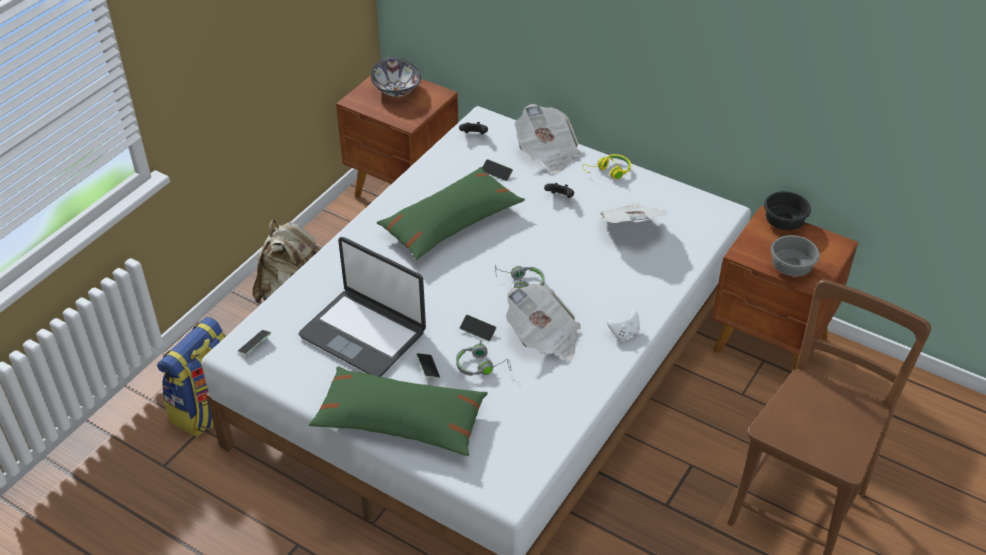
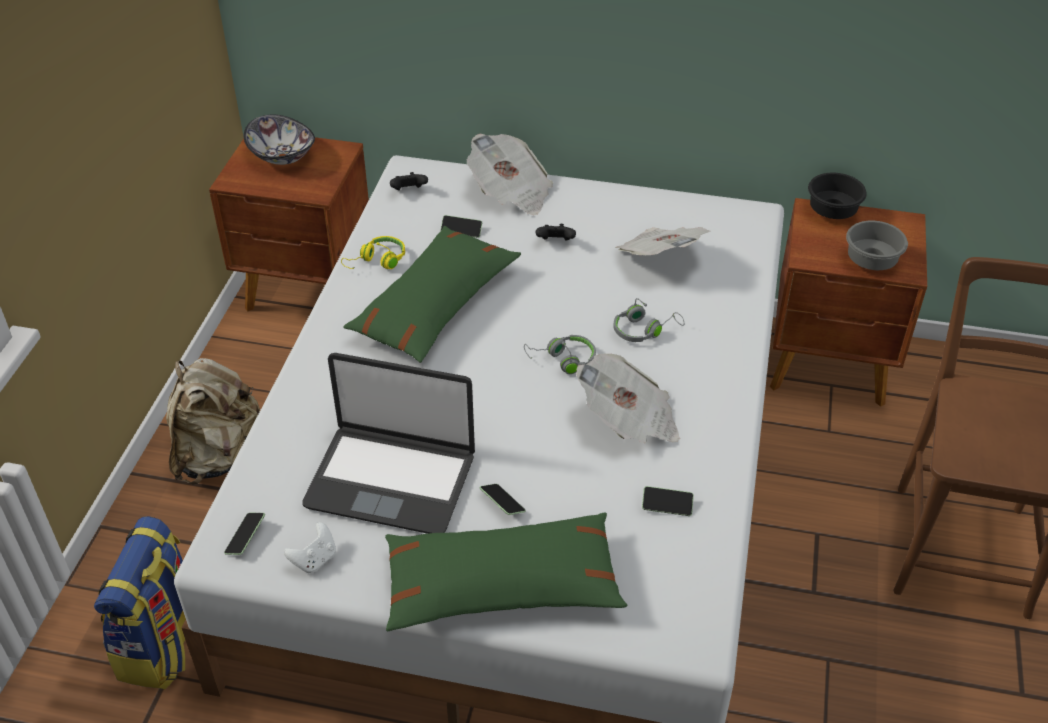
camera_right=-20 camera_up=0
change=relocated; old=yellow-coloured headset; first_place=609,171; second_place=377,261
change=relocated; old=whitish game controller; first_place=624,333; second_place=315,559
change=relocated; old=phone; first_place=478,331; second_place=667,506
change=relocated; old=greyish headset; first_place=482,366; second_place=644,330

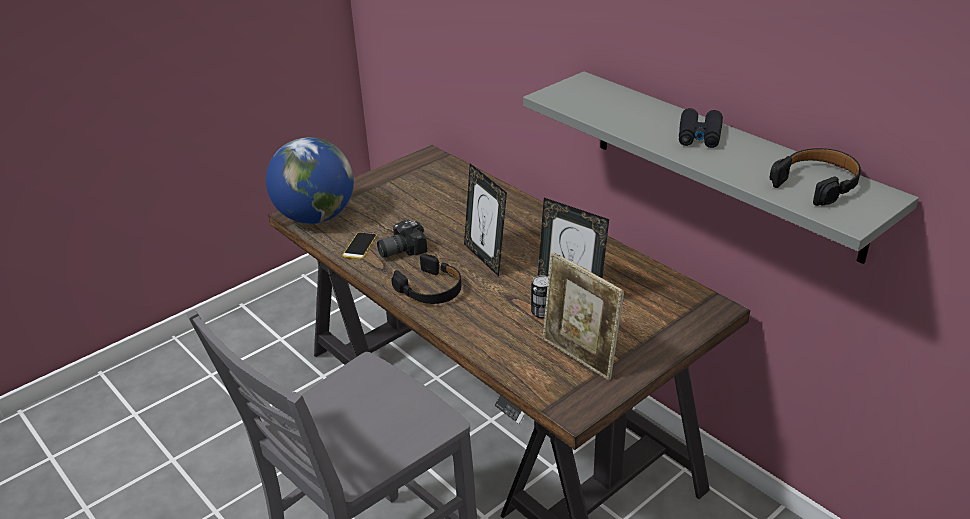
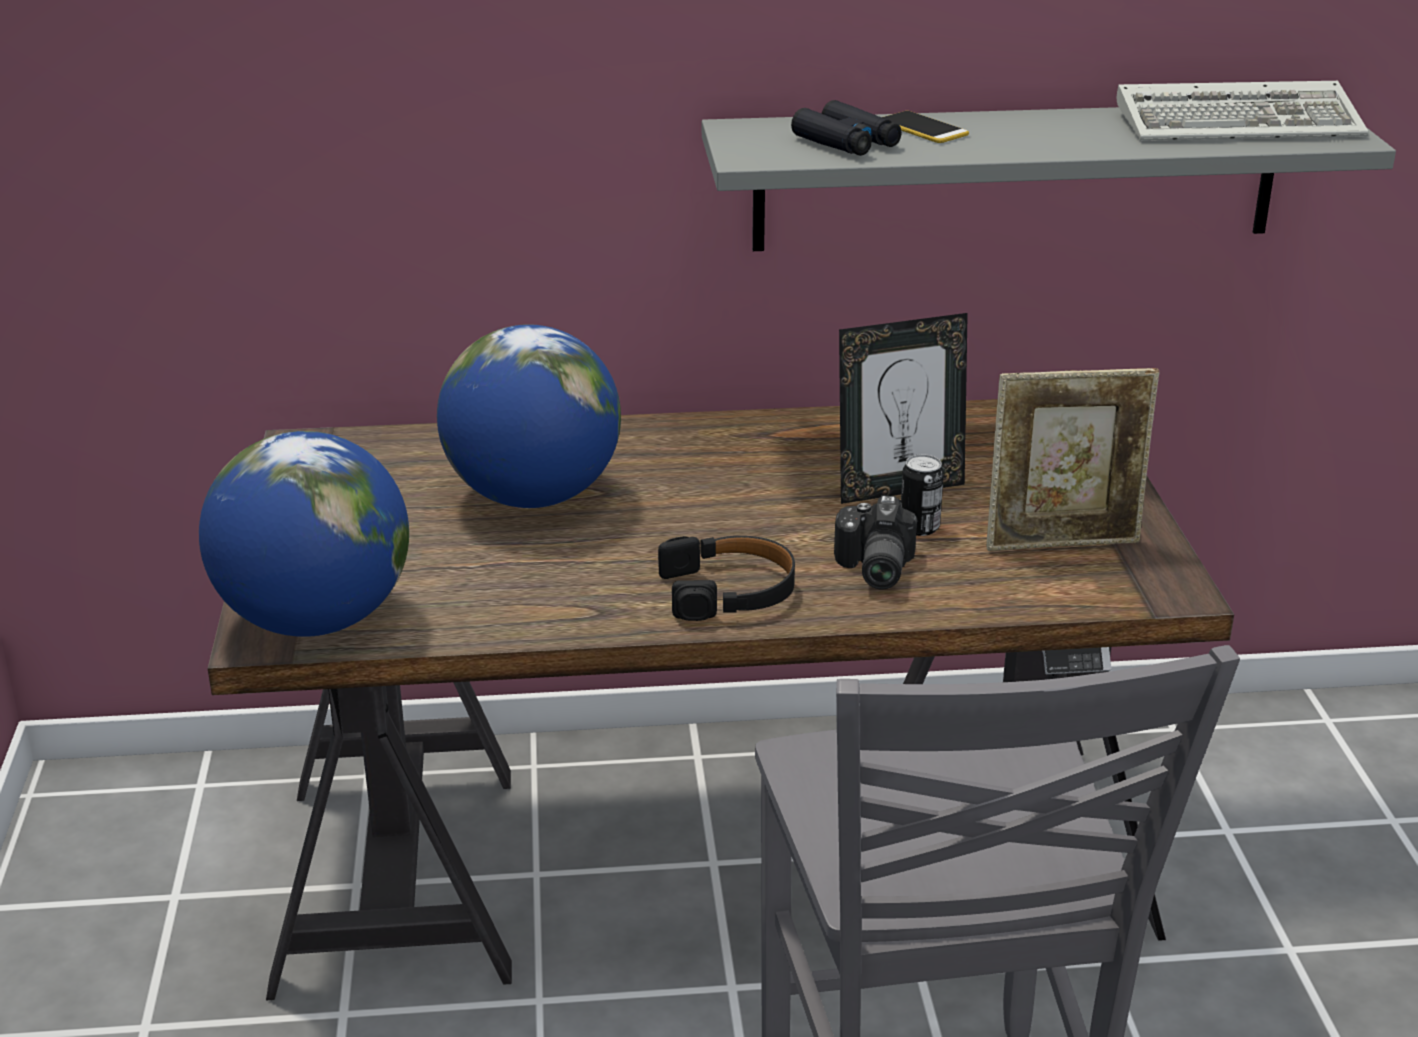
camera_right=-55 camera_up=-5
change=relocated; old=blackish pair of binoculars; first_place=699,136; second_place=846,142
change=exchanged; old=blackish headset; new=computer keyboard; first_place=817,183; second_place=1242,123
change=missing; old=picture frame; first_place=485,258
change=relocated; old=still camera; first_place=400,250; second_place=872,569
change=relocated; old=phone; first_place=360,246; second_place=922,129
change=appeared; new=desk globe; second_place=533,496

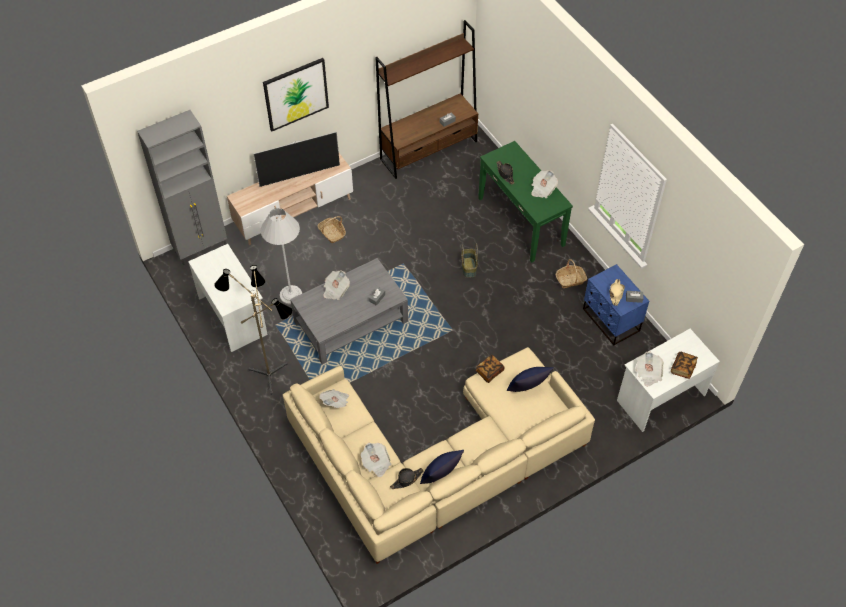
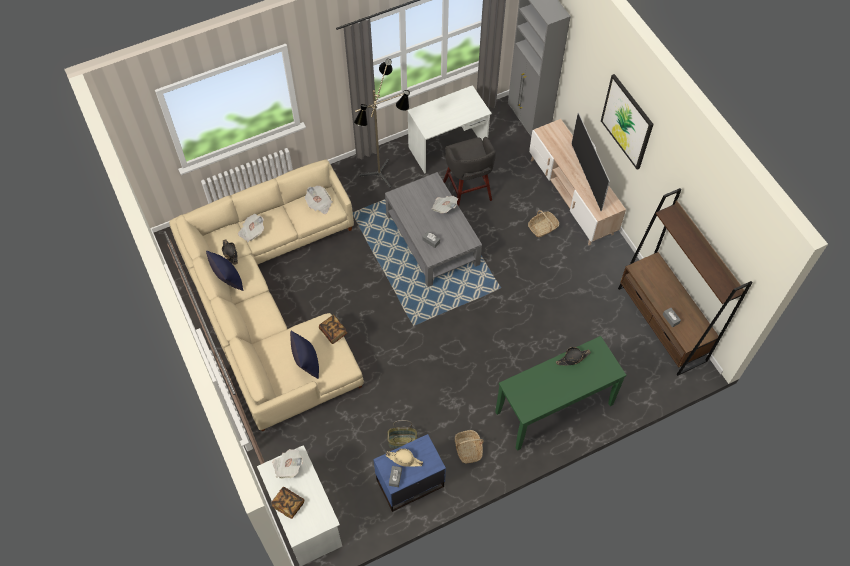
camera_right=95 camera_up=5
change=missing; old=newspaper; first_place=542,189
change=exchanged; old=whitish floor lamp; new=greyish stool; first_place=291,295; second_place=468,192
change=relocated; old=household basket; first_place=469,268; second_place=402,442

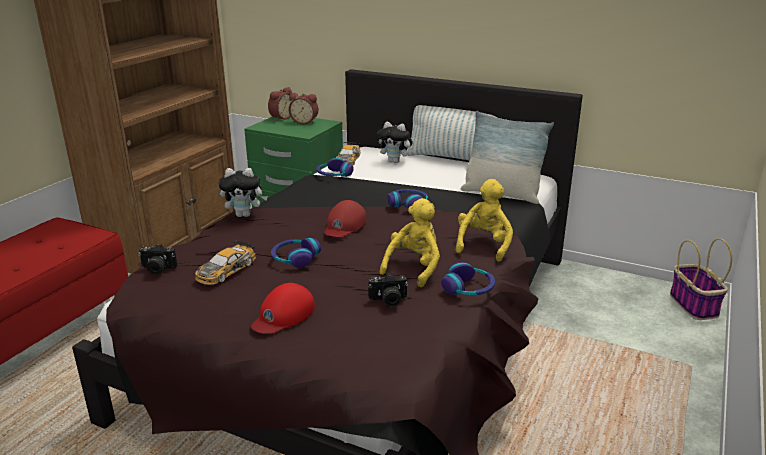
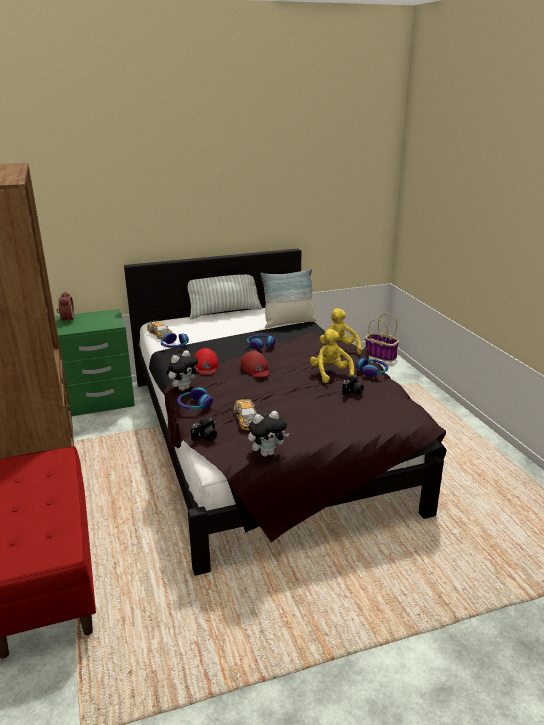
camera_right=-45 camera_up=0
change=missing; old=bedside clock; first_place=304,122
change=relocated; old=cuddly toy; first_place=395,162; second_place=267,453
change=relocated; old=headset; first_place=295,258; second_place=194,405
change=relocated; old=red-coloured cap; first_place=283,315; second_place=206,366

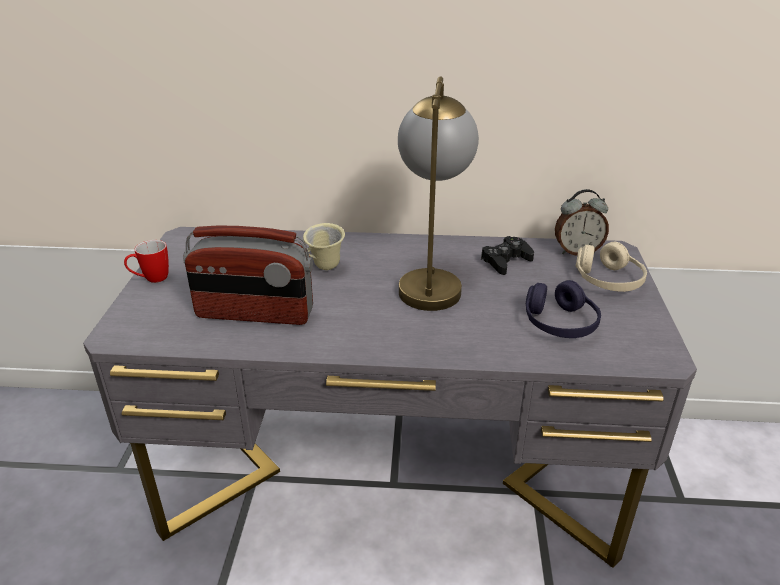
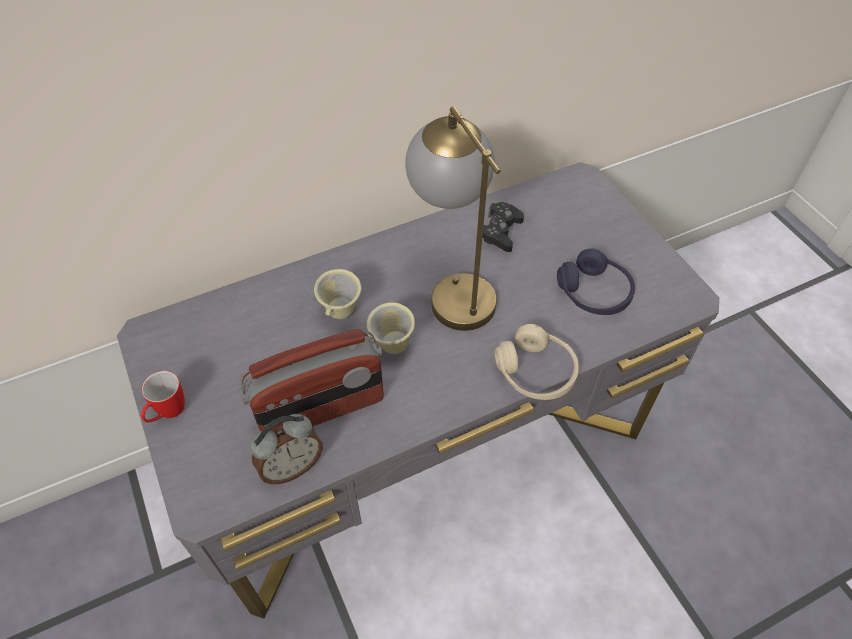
camera_right=-30 camera_up=20
change=relocated; old=bedside clock; first_place=577,251; second_place=291,466
change=relocated; old=beige headset; first_place=608,280; second_place=535,372
change=appeared; new=beige tea mug; second_place=392,348

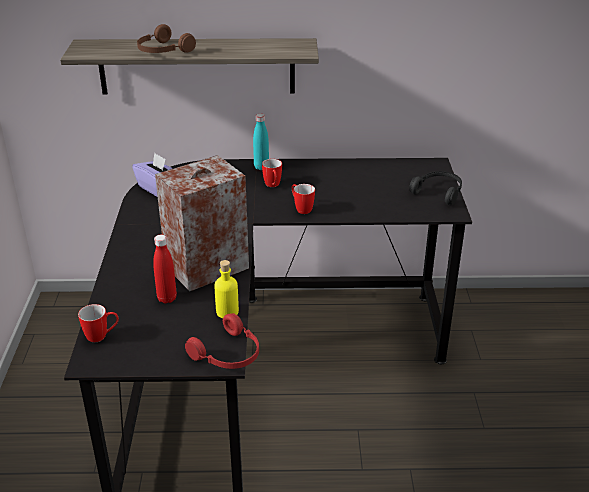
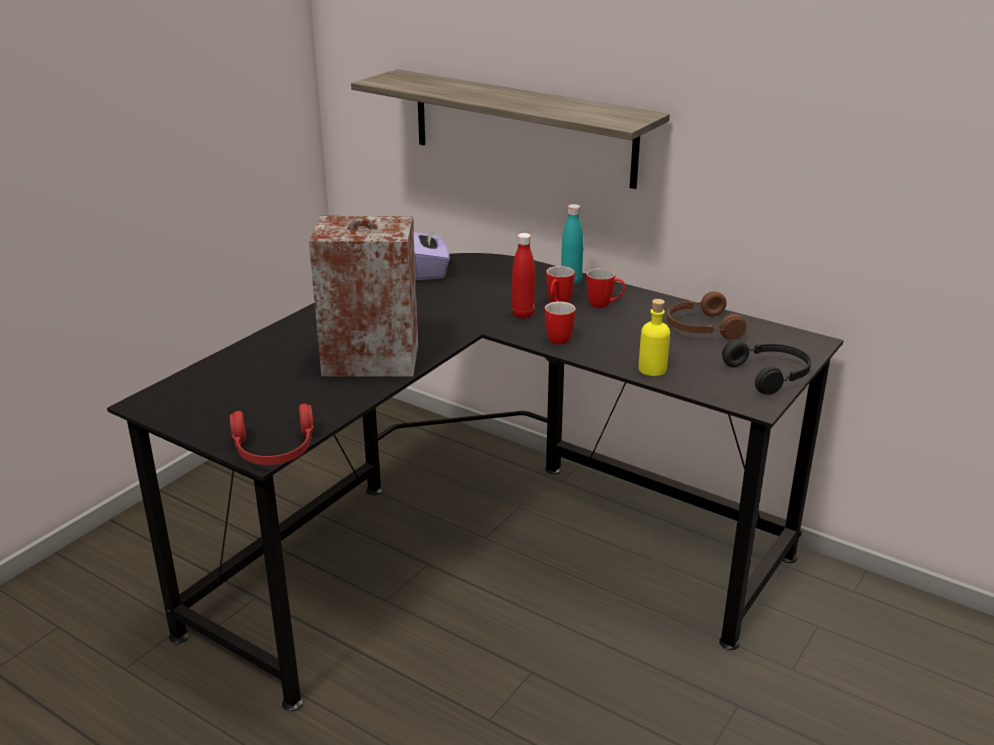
camera_right=35 camera_up=-5
change=relocated; old=brown-coloured headset; first_place=162,51; second_place=700,328
change=relocated; old=red-coloured bottle; first_place=167,298; second_place=523,314
change=relocated; old=yellow-coloured bottle; first_place=227,312; second_place=652,369
change=relocated; old=tea mug; first_place=102,336; second_place=604,305

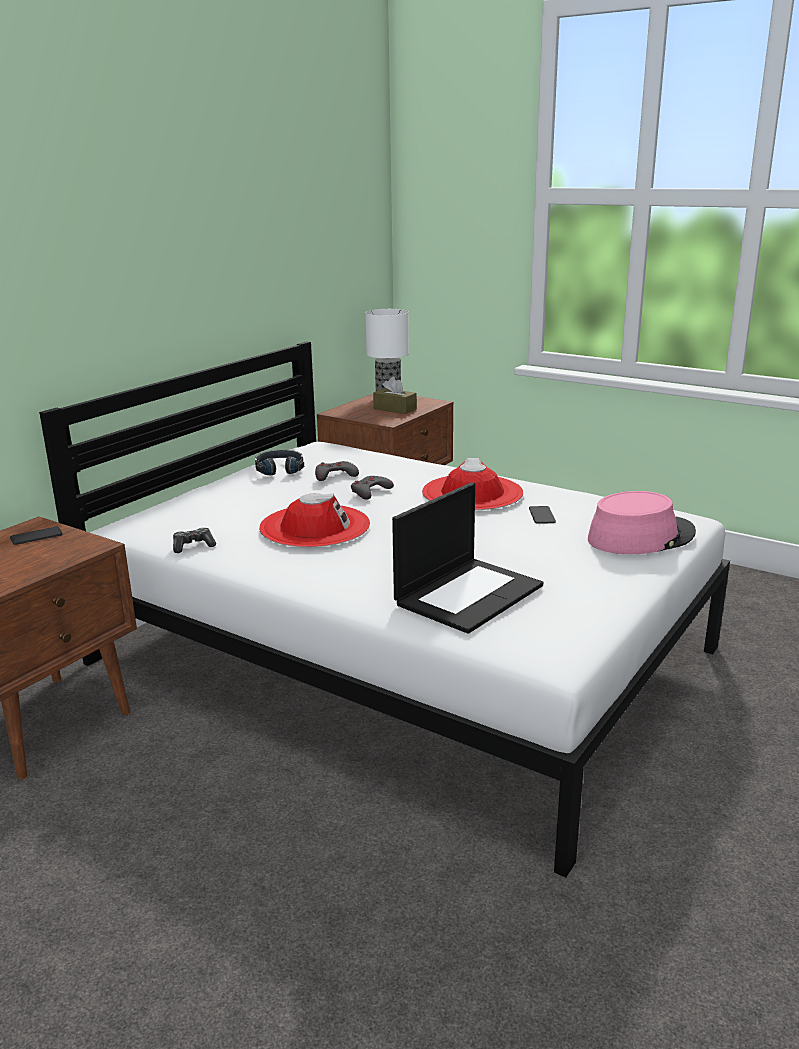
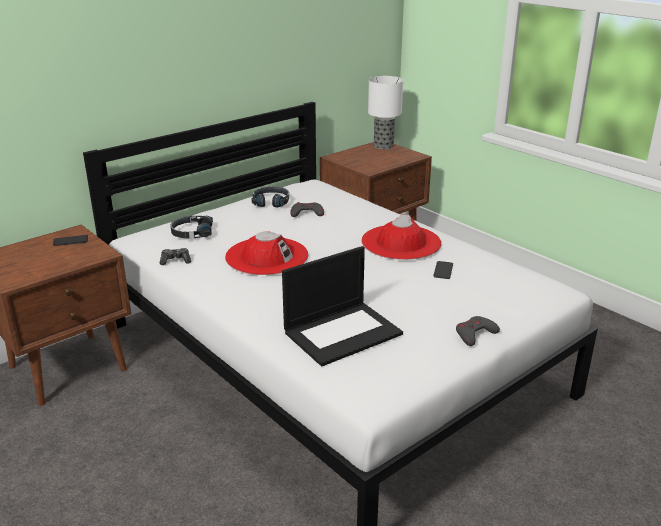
camera_right=15 camera_up=5
change=missing; old=brown-coloured tissue holder; first_place=395,409
change=relocated; old=greyish game controller; first_place=370,491; second_place=475,334
change=missing; old=pink wearable hat; first_place=640,536
change=appeared; new=blackish headset; second_place=192,233

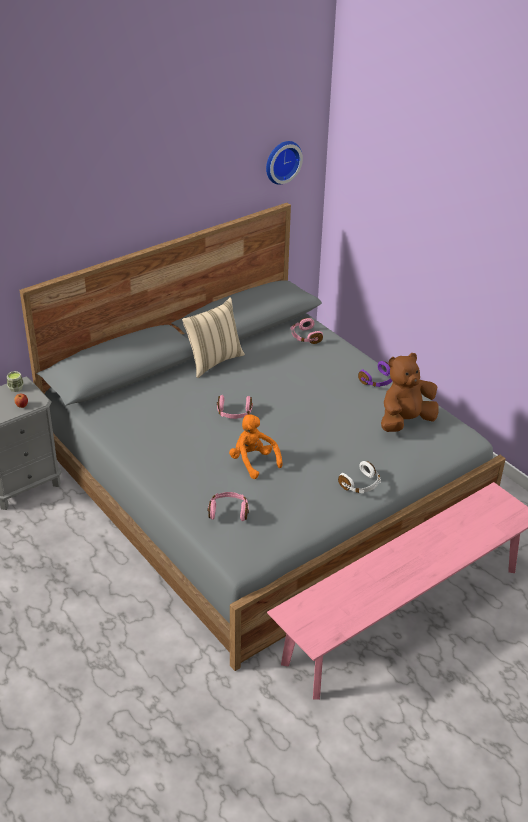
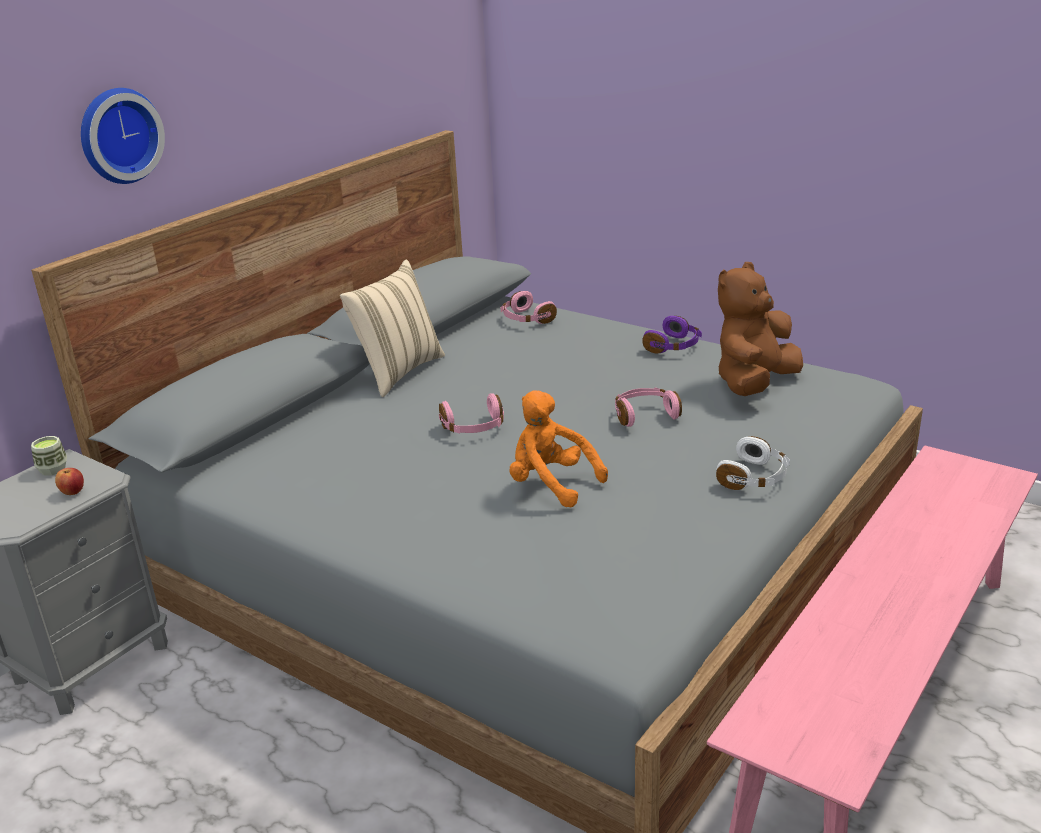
camera_right=-15 camera_up=-10
change=relocated; old=wall clock; first_place=281,161; second_place=118,135
change=relocated; old=pink headset; first_place=228,511; second_place=645,415

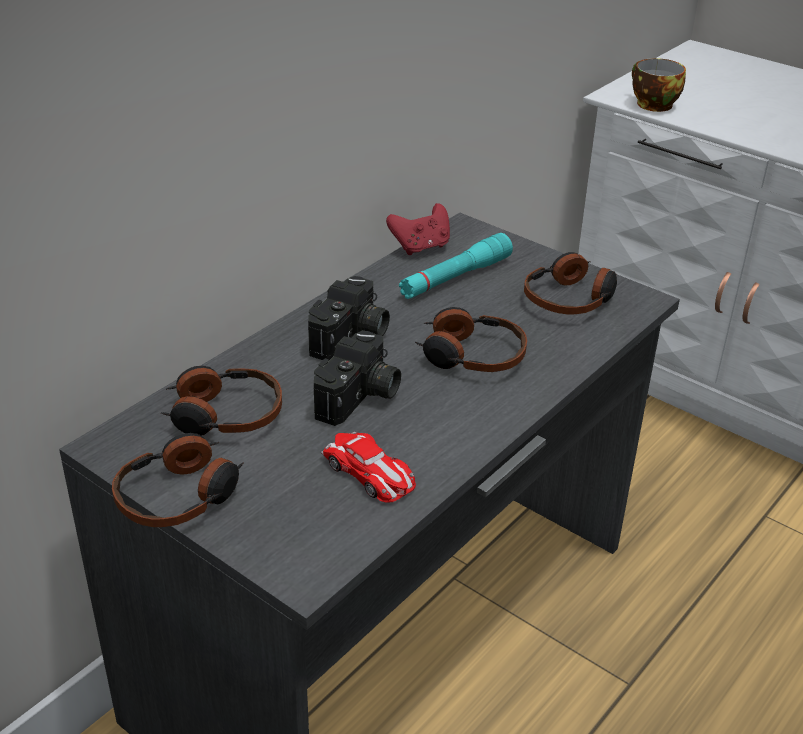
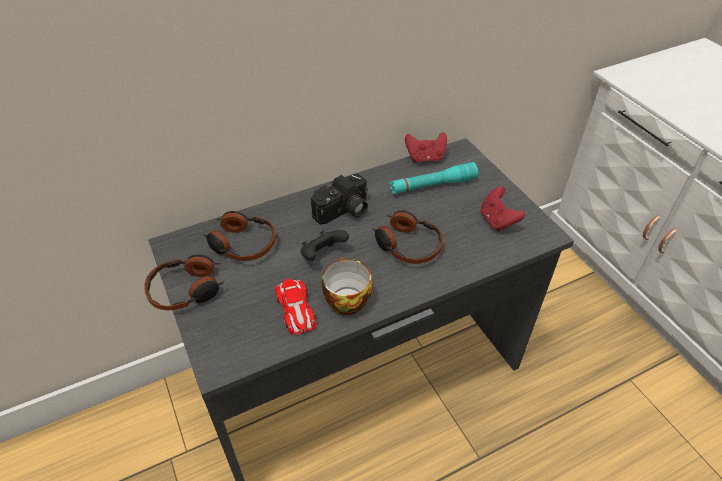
camera_right=25 camera_up=10
change=relocated; old=small cup; first_place=651,104; second_place=345,299
change=exchanged; old=headset; new=red-coloured game controller; first_place=570,299; second_place=497,220
change=exchanged; old=still camera; new=blackish game controller; first_place=360,398; second_place=322,255

